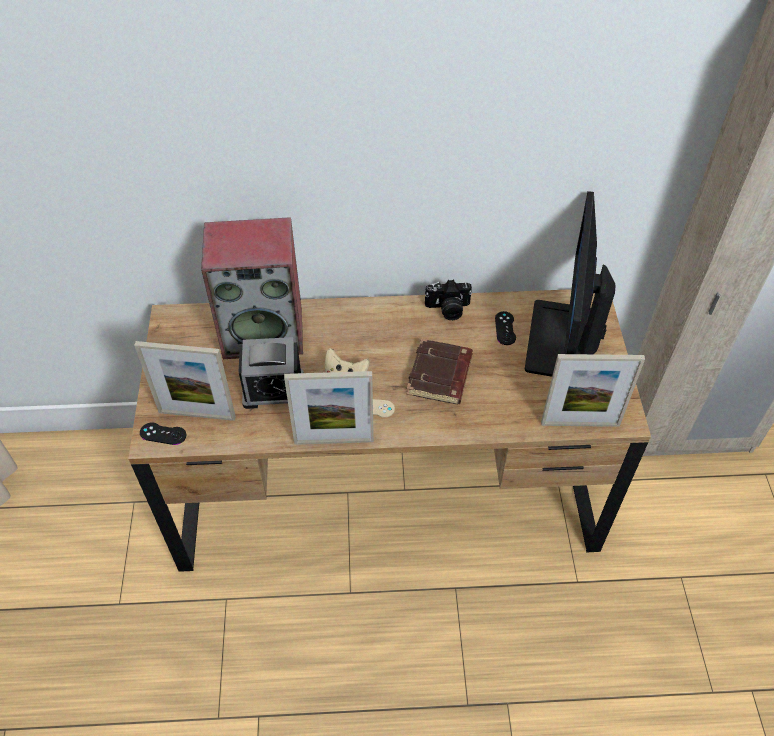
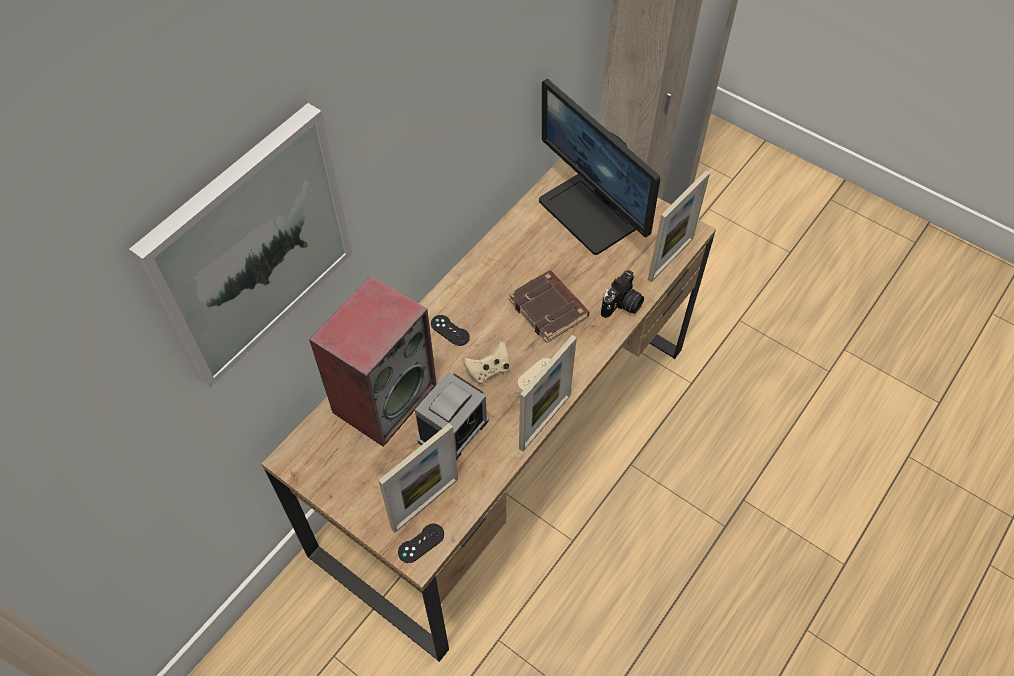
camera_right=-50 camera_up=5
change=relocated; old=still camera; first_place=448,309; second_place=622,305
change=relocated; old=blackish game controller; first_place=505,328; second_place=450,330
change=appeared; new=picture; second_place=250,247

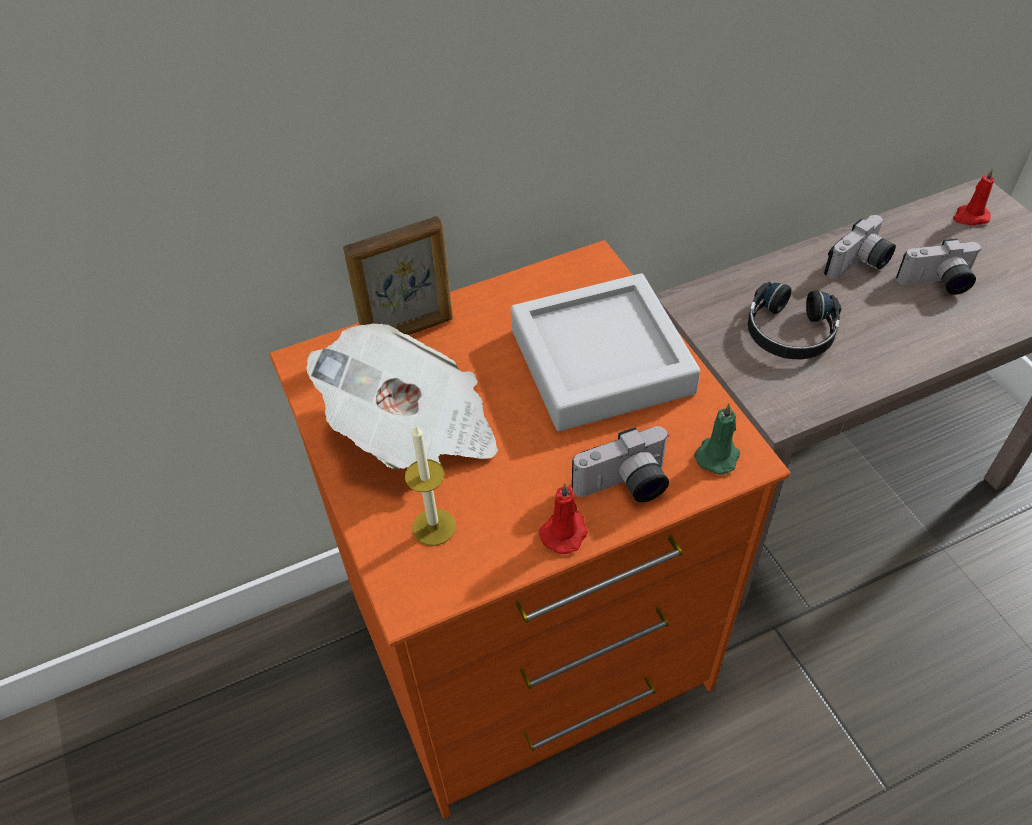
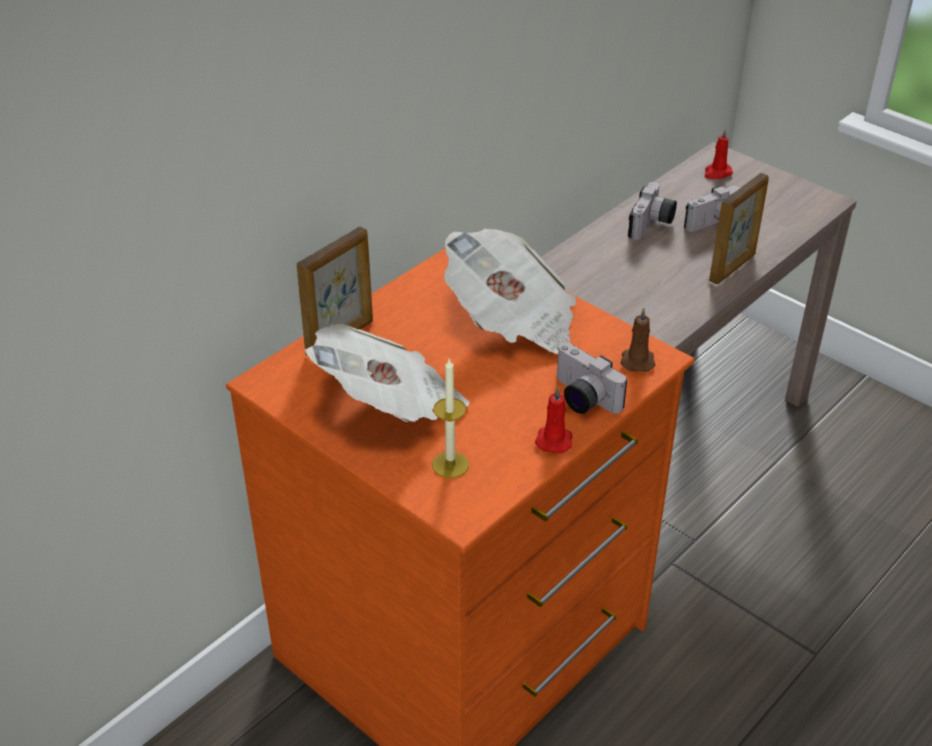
camera_right=-25 camera_up=-10
change=exchanged; old=greyish carrying tray; new=newspaper; first_place=601,361; second_place=512,321
change=missing; old=blackish headset; first_place=789,332
change=colour; old=greenish wax candle; new=brown-coloured wax candle; first_place=718,455; second_place=637,360
change=spun; old=still camera; first_place=625,487; second_place=581,398; degrees=90
change=appeared; new=picture frame; second_place=733,268

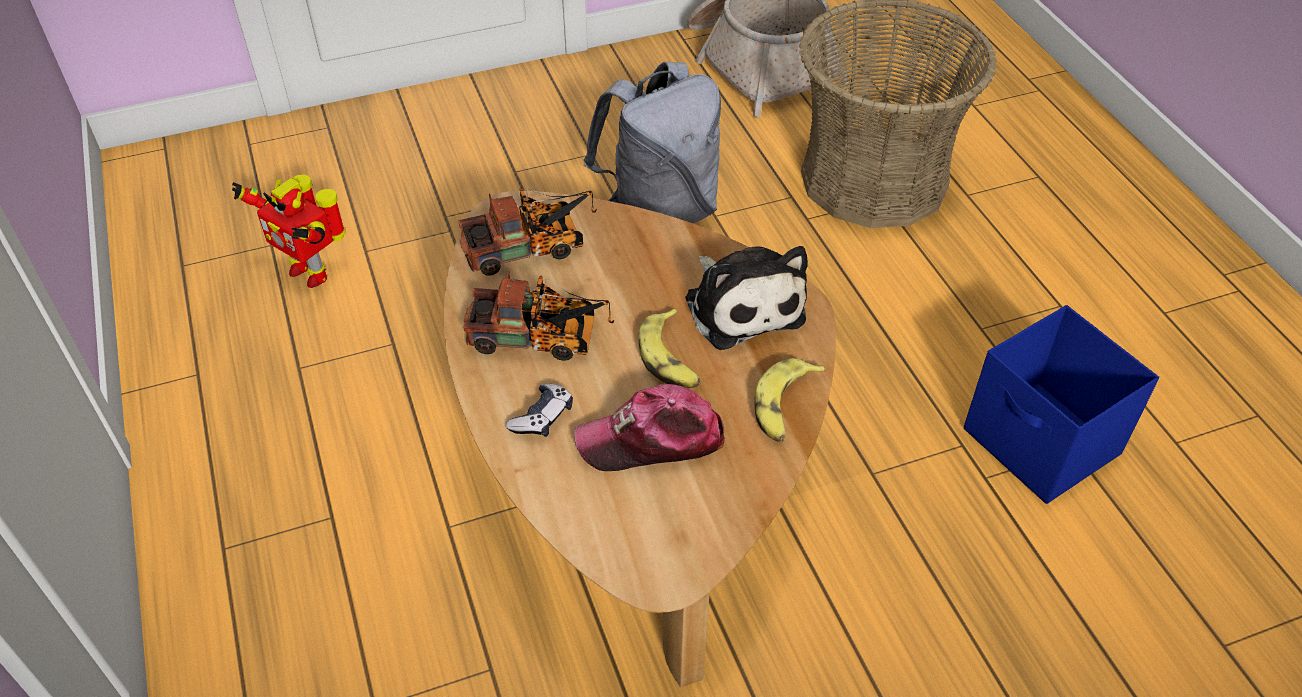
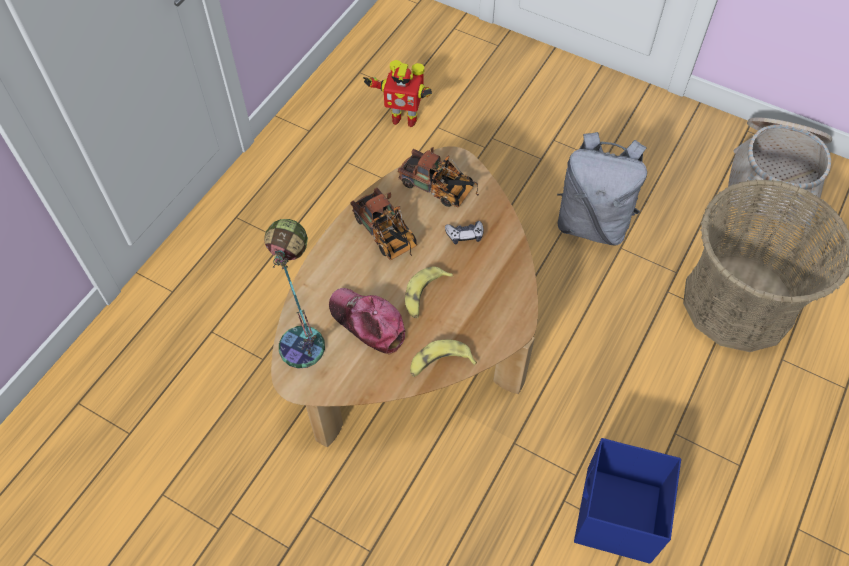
camera_right=50 camera_up=10
change=spun; old=toy robot; first_place=310,271; second_place=403,118; degrees=-75
change=missing; old=cuddly toy; first_place=742,305
change=relocated; old=game controller; first_place=542,417; second_place=465,235
change=appeared; new=lamp for a table; second_place=303,335

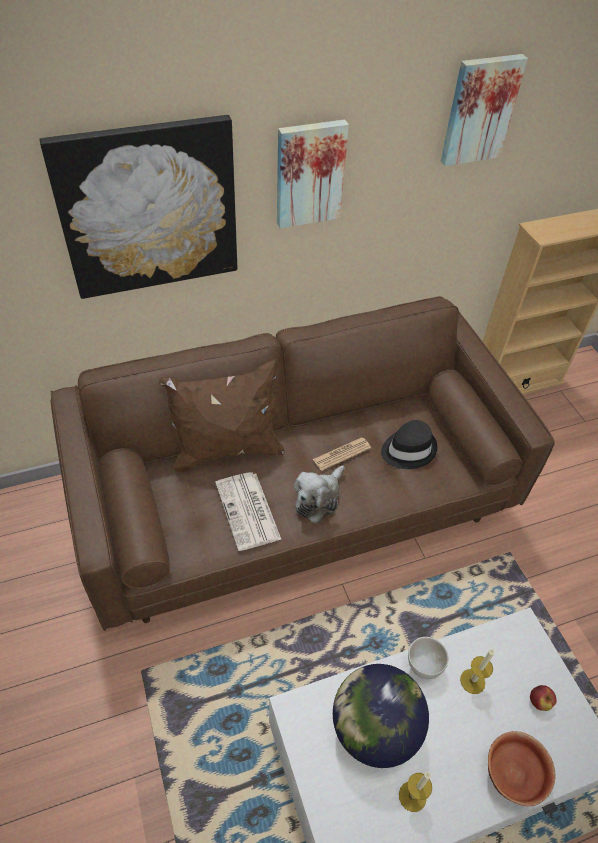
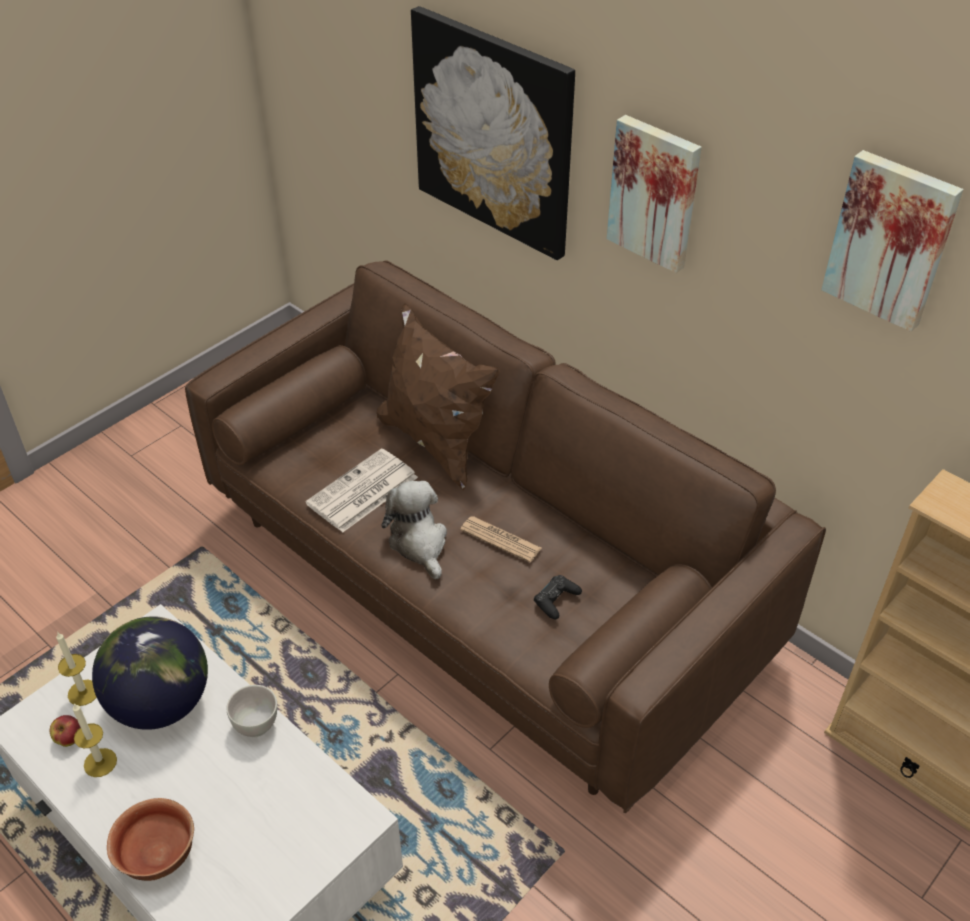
camera_right=65 camera_up=-5
change=exchanged; old=blackish wearable hat; new=blackish game controller; first_place=408,449; second_place=556,600
change=spun; old=cuddly toy; first_place=319,498; second_place=419,543; degrees=60
change=relocated; old=wax candle; first_place=472,681; second_place=83,692
change=relocated; old=apple; first_place=539,702; second_place=69,739

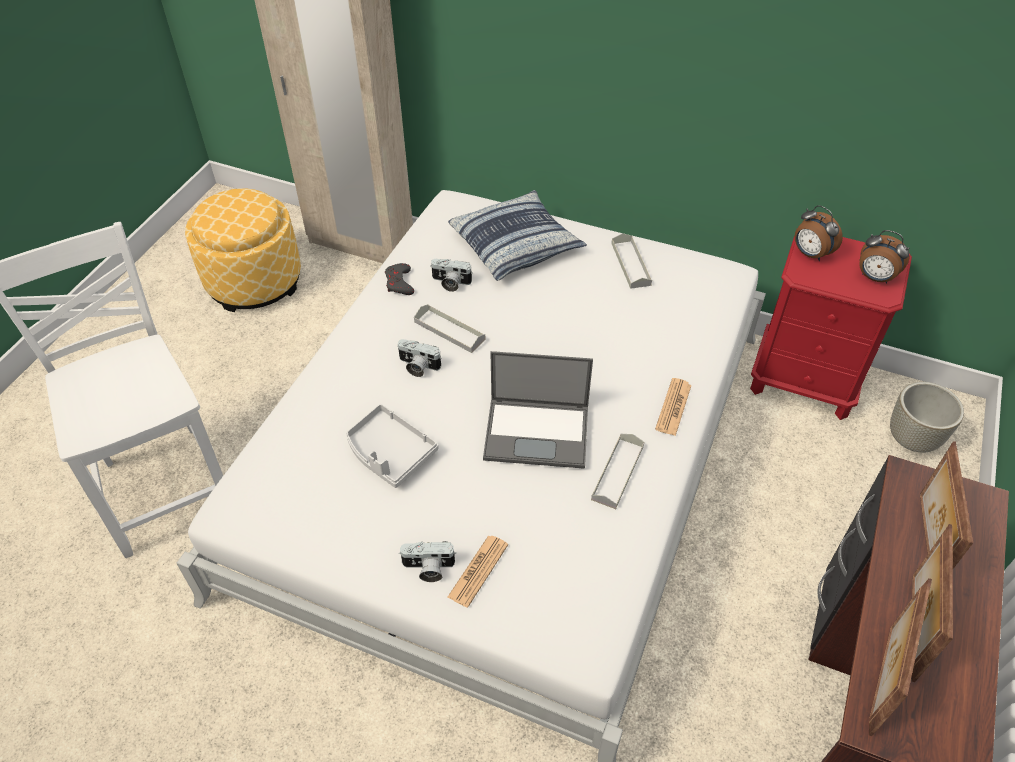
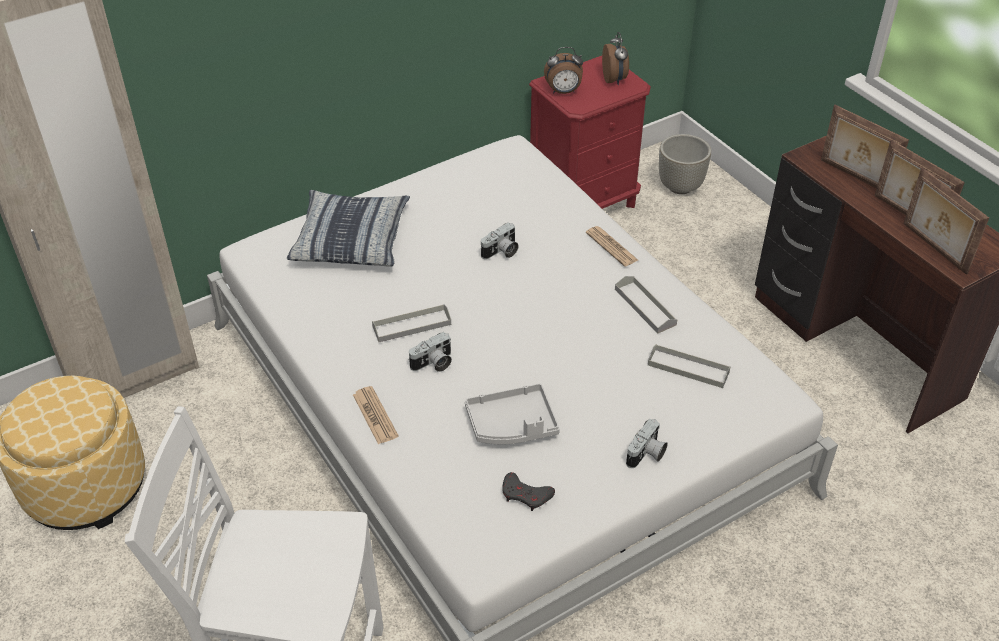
camera_right=-55 camera_up=-5
change=spun; old=bedside clock; first_place=874,278; second_place=614,79; degrees=-75
change=relocated; old=greyish carrying tray; first_place=630,264; second_place=688,368
change=relocated; old=still camera; first_place=450,283; second_place=501,252
change=relocated; old=greyish game controller; first_place=399,283; second_place=526,495
change=missing; old=portable computer; first_place=538,432
change=relocated; old=newspaper; first_place=478,571; second_place=375,415

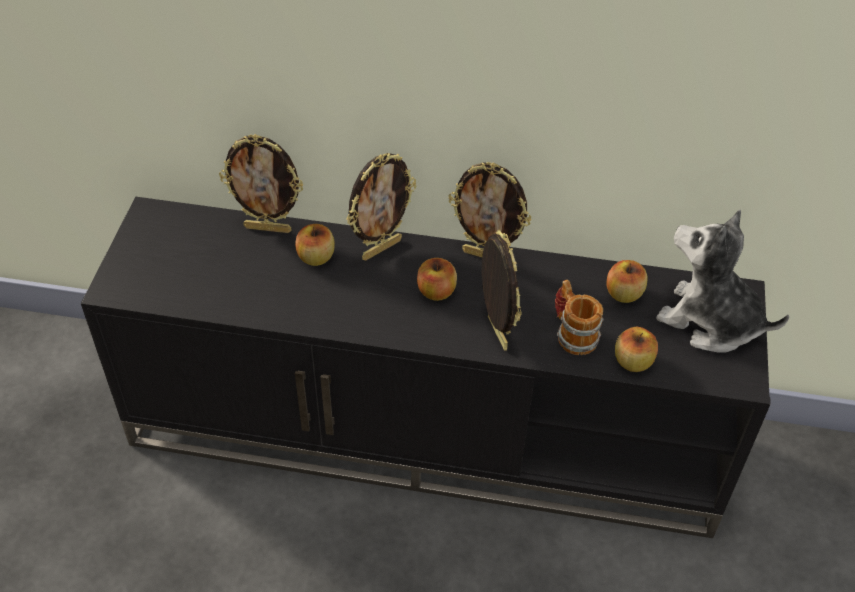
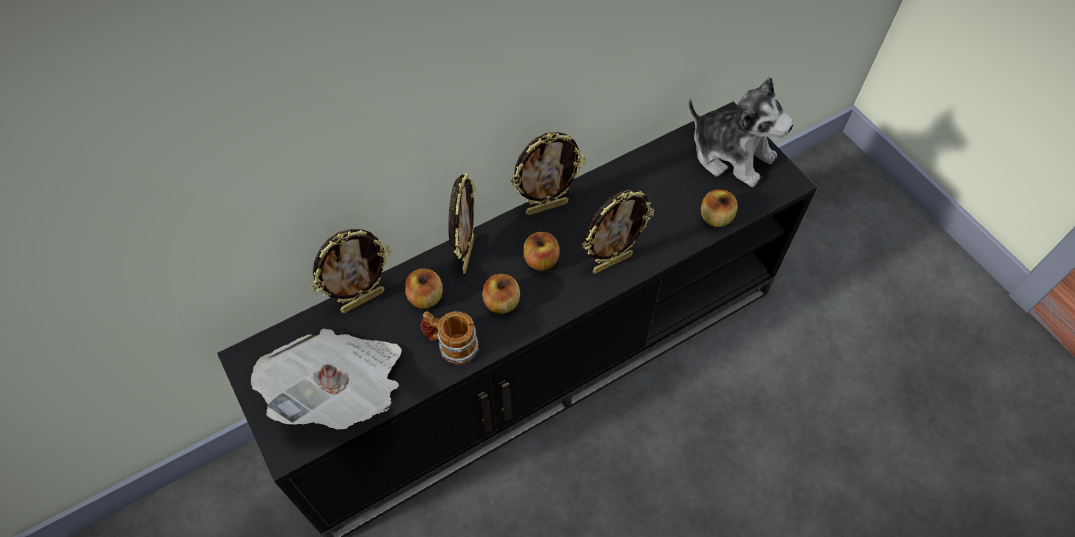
camera_right=-40 camera_up=10
change=spun; old=cuddly toy; first_place=709,321; second_place=731,154; degrees=-135
change=spun; old=picture frame; first_place=495,333; second_place=611,262; degrees=120
change=relocated; old=apple; first_place=623,294; second_place=502,302
change=relocated; old=tea mug; first_place=572,333; second_place=451,345
change=appeared; new=newspaper; second_place=342,390

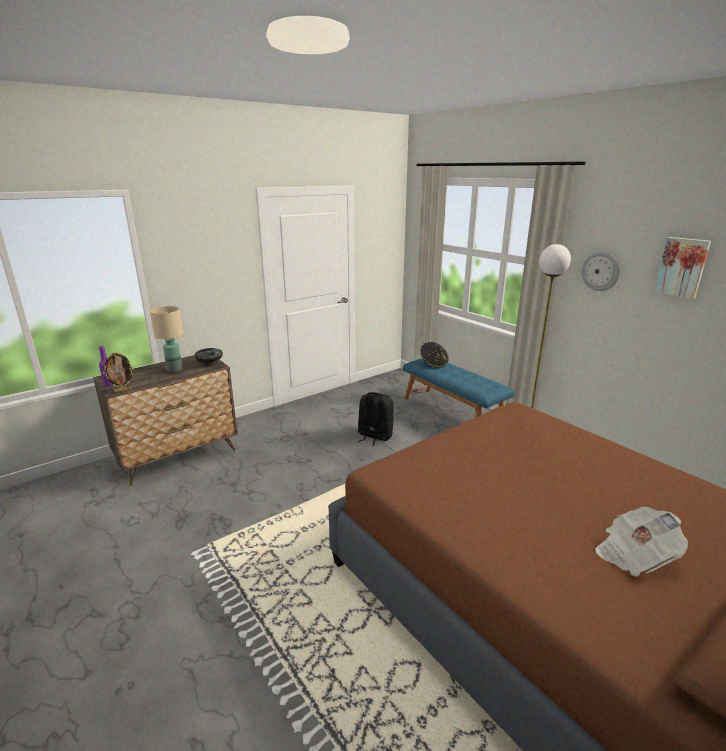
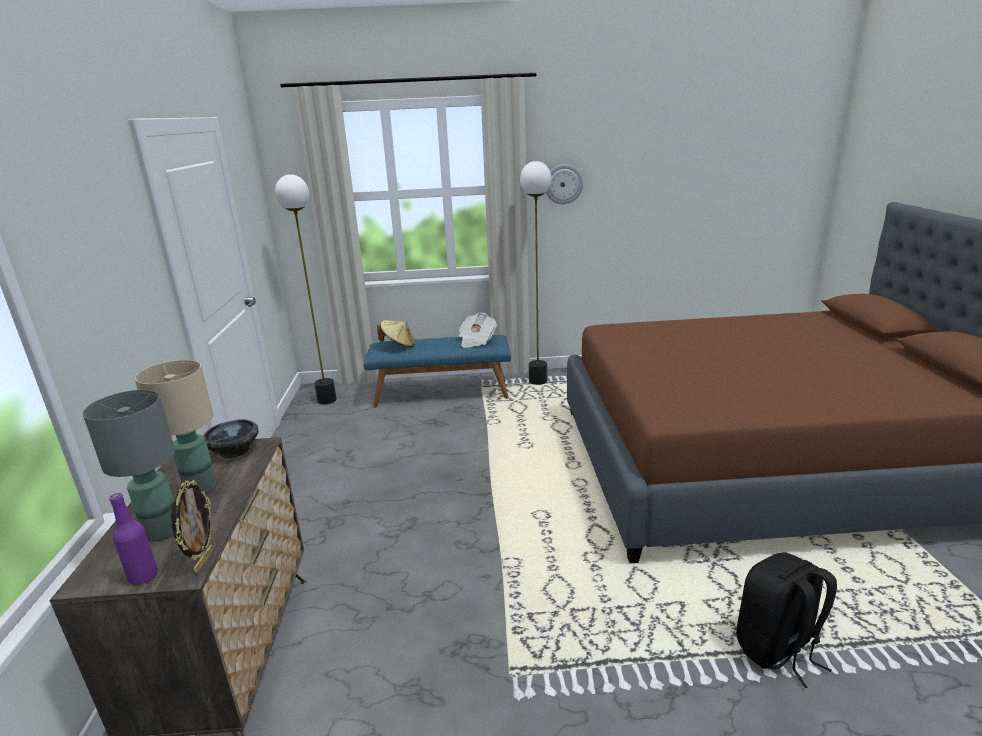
camera_right=-55 camera_up=0
change=missing; old=picture; first_place=682,267
change=colour; old=blackish wearable hat; new=beige wearable hat; first_place=433,363; second_place=398,345
change=relocated; old=blackish knapsack; first_place=374,436; second_place=777,649
change=relocated; old=newspaper; first_place=634,555; second_place=476,341
change=appeared; new=floor lamp; second_place=327,400
change=appeared; new=greyish lamp for a table; second_place=162,530

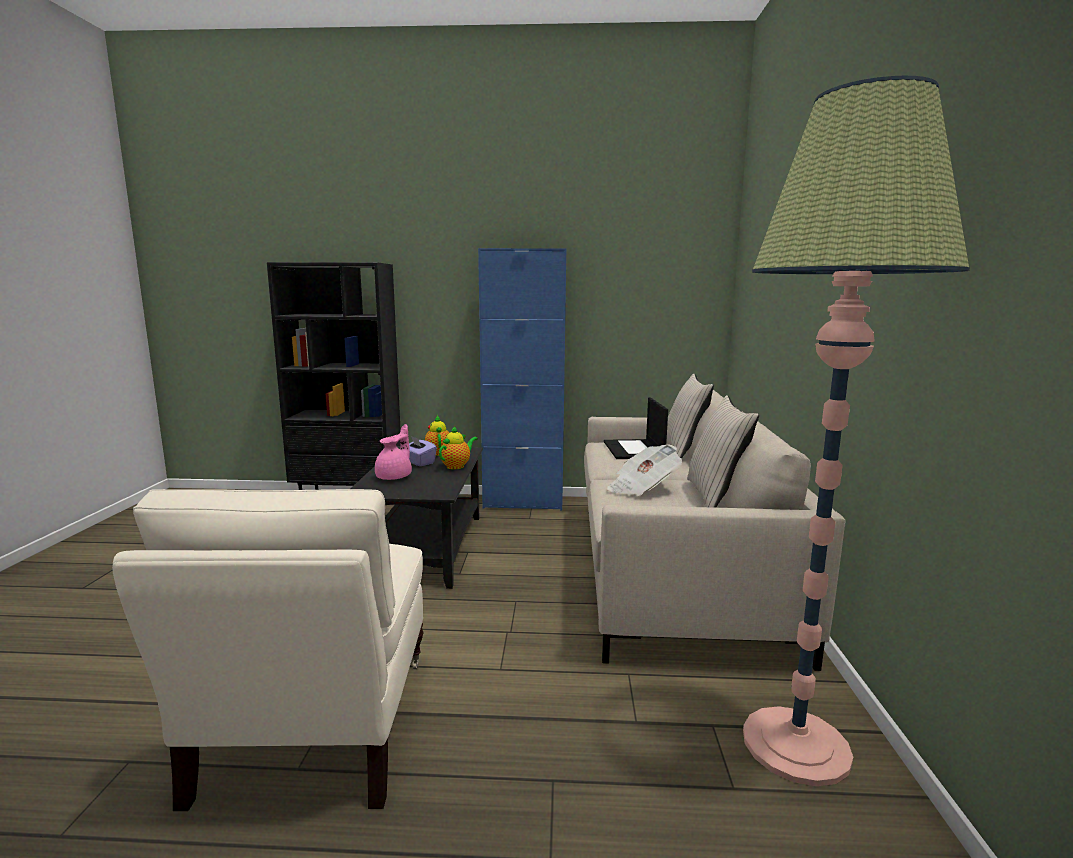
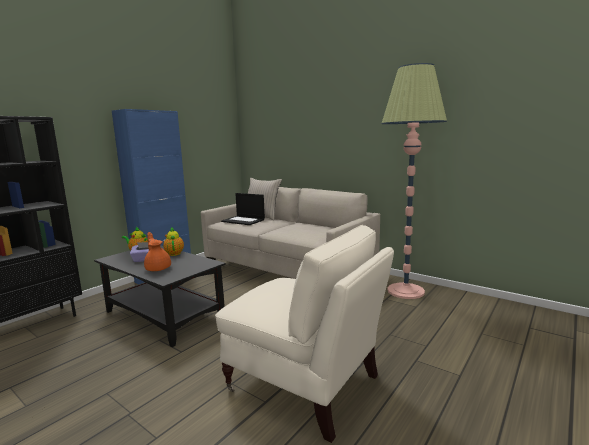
camera_right=-55 camera_up=0
change=missing; old=beige pillow; first_place=715,496
change=colour; old=pink pot for tea; new=orange-coloured pot for tea; first_place=395,476; second_place=158,268
change=missing; old=newspaper; first_place=642,488

